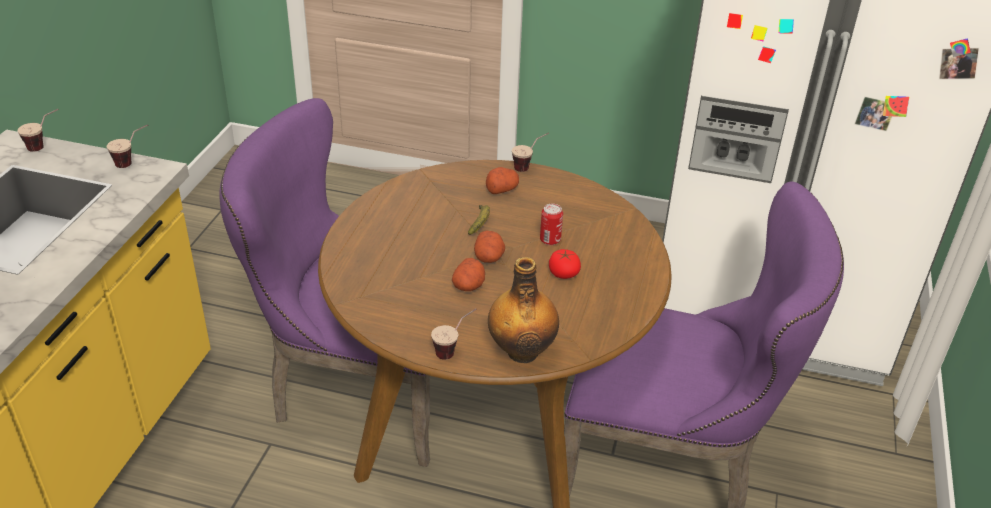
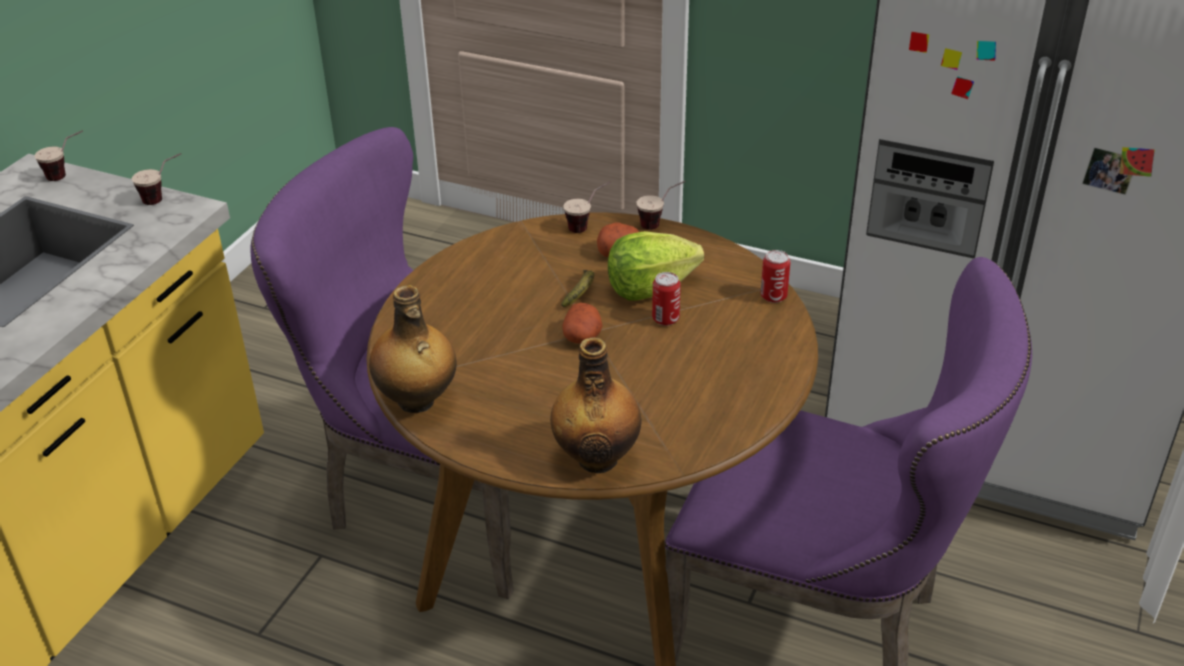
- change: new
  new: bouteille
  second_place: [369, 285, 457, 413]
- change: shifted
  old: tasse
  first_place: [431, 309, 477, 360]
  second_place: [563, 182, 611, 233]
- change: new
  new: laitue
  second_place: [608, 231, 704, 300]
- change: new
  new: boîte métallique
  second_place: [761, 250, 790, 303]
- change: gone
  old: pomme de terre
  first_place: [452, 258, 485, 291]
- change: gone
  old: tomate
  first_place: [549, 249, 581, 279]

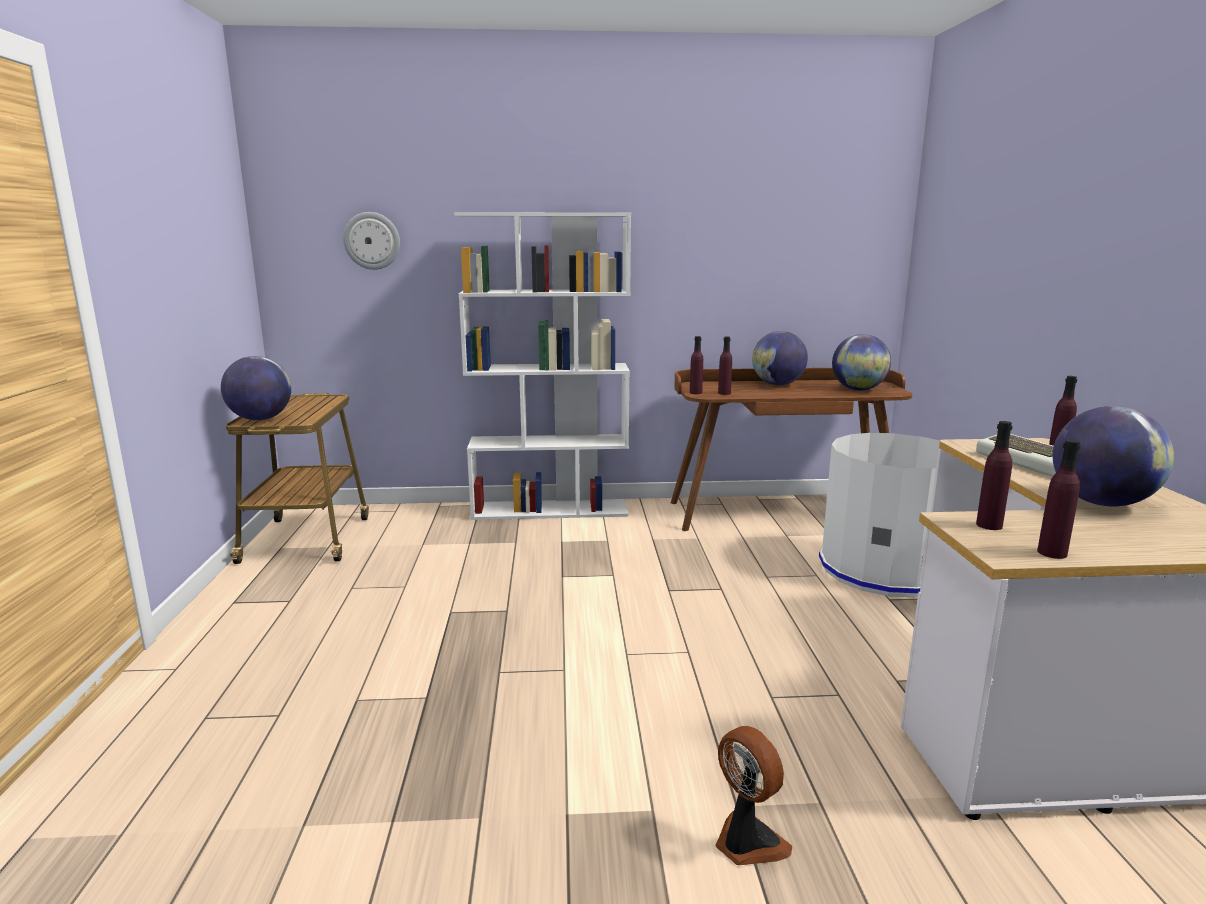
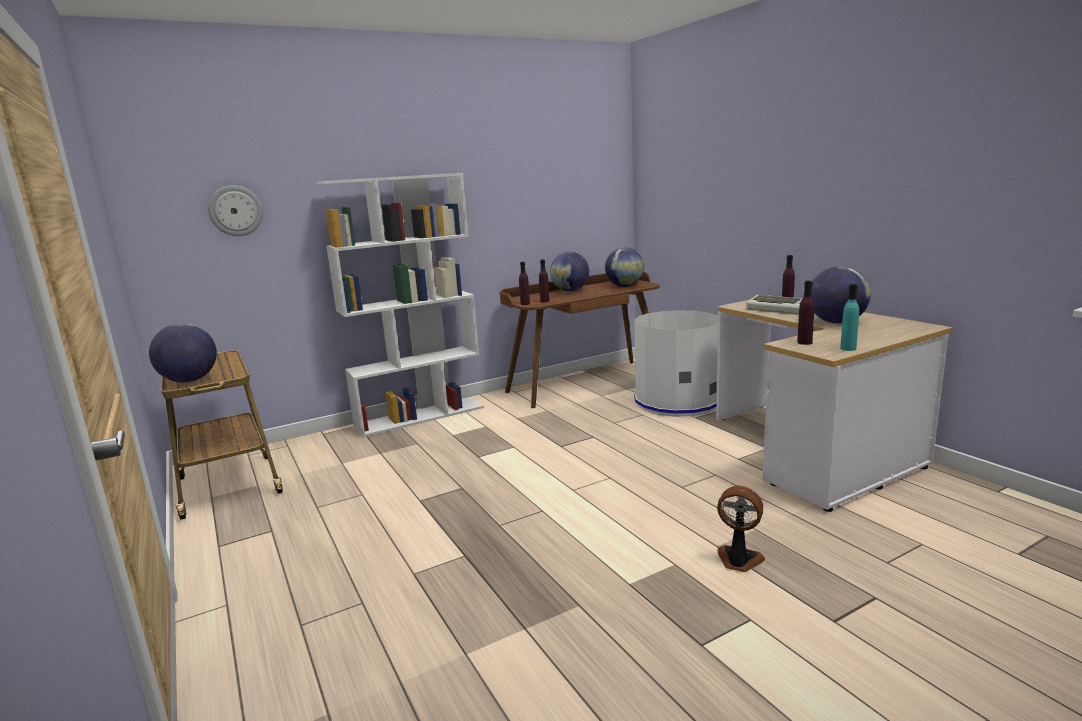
- change: repainted
  old: bouteille (violet)
  new: bouteille (turquoise)
  first_place: [1037, 439, 1081, 559]
  second_place: [840, 284, 859, 351]

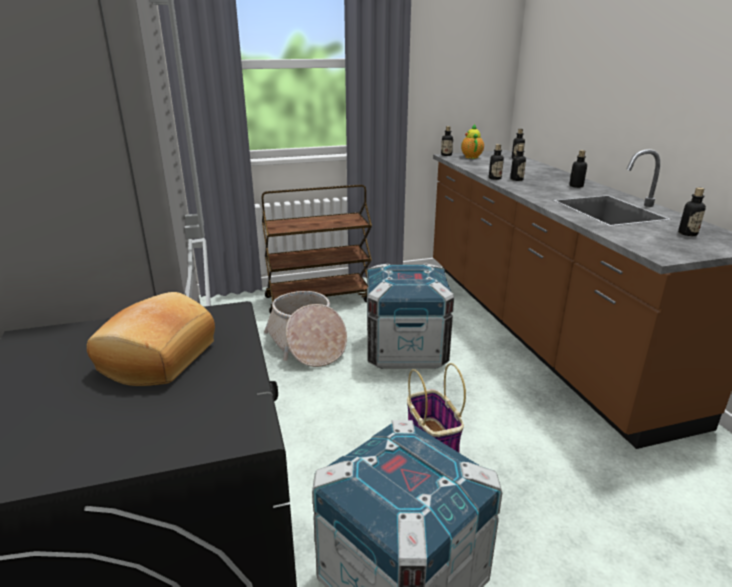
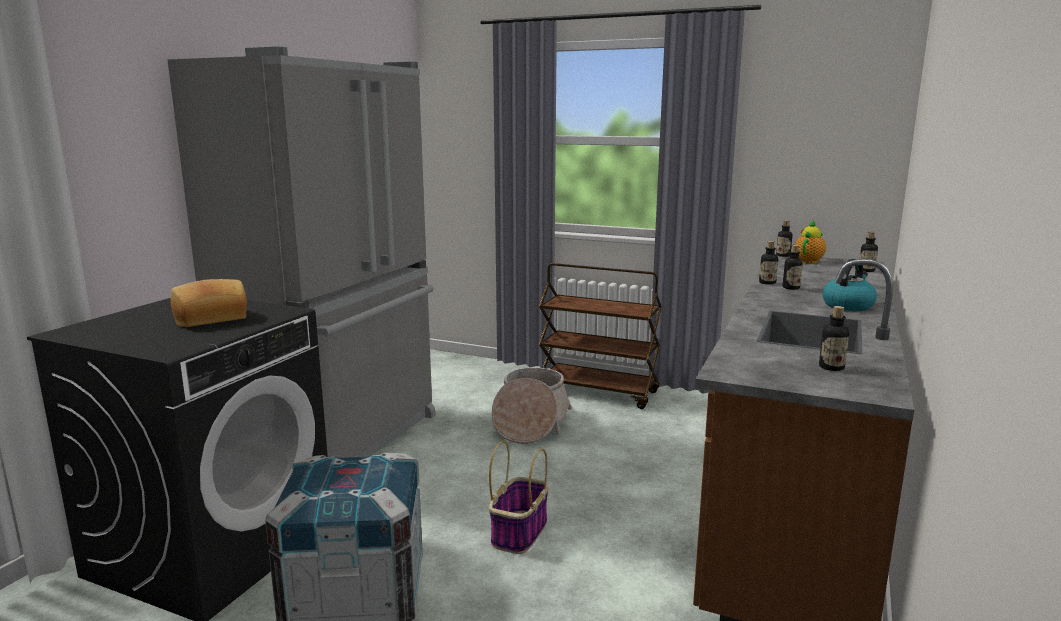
- change: swapped
  old: bouteille
  new: bouilloire
  first_place: [570, 150, 587, 188]
  second_place: [822, 259, 877, 311]
- change: gone
  old: caisse
  first_place: [367, 263, 454, 369]

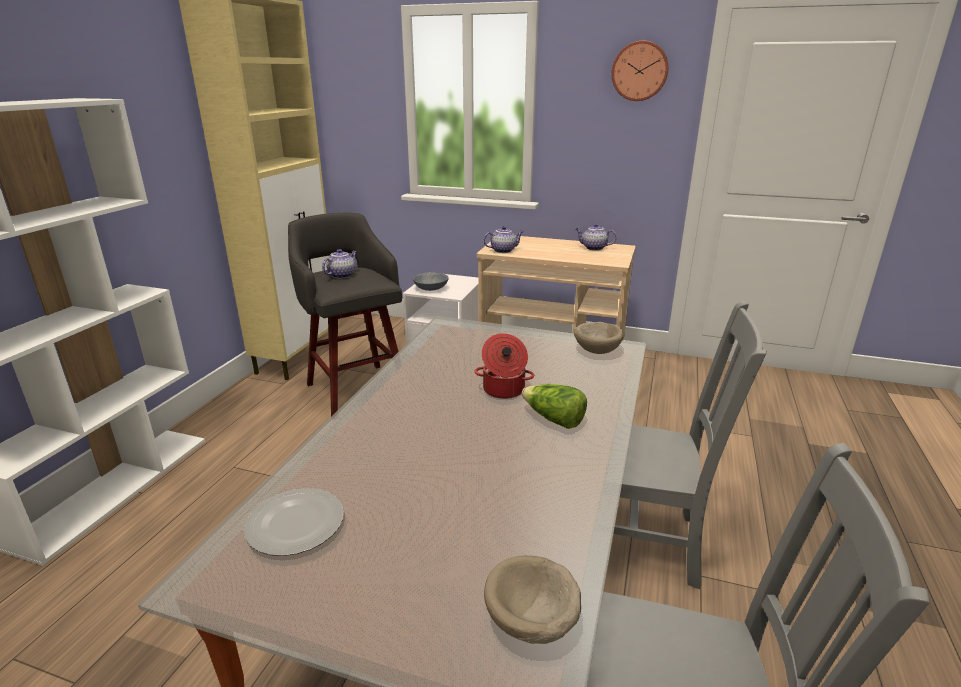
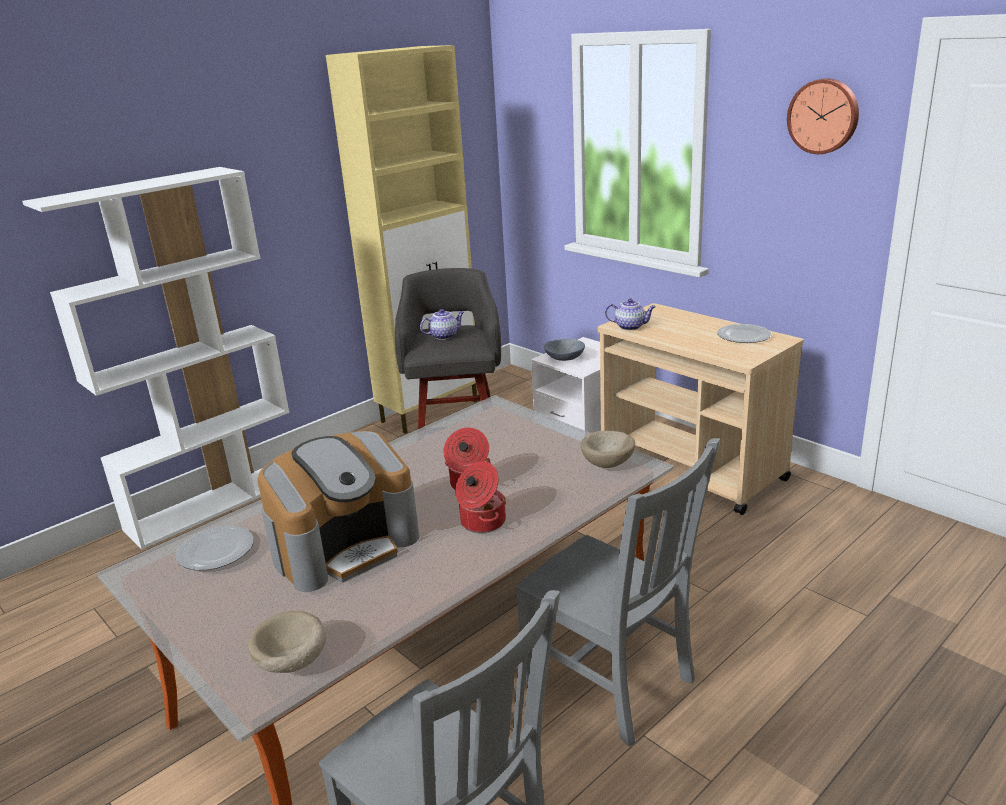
- change: new
  new: machine à café
  second_place: [258, 431, 419, 592]
- change: swapped
  old: laitue
  new: marmite
  first_place: [522, 384, 587, 429]
  second_place: [455, 461, 506, 533]
- change: swapped
  old: théière
  new: assiette
  first_place: [576, 224, 617, 251]
  second_place: [717, 324, 771, 343]

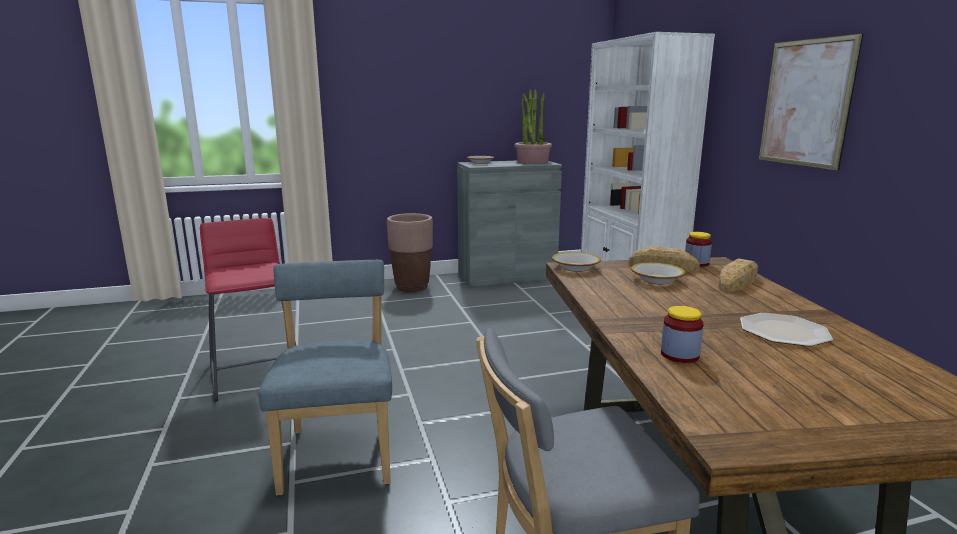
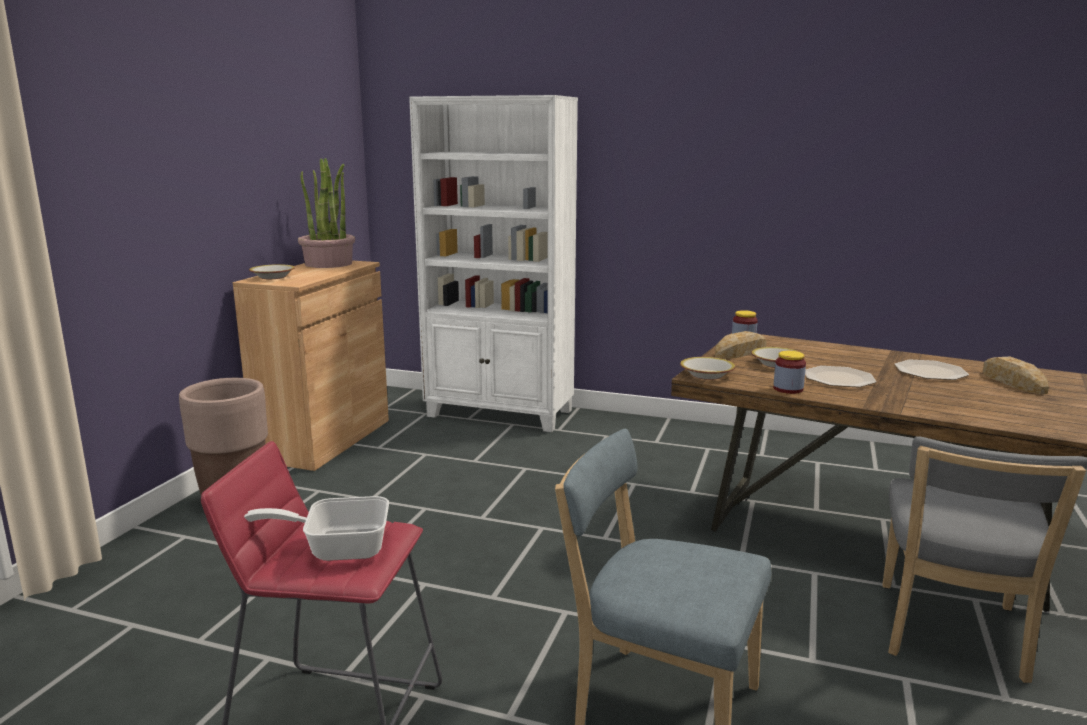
- change: repainted
  old: meuble de rangement (gris)
  new: meuble de rangement (marron)
  first_place: [457, 161, 562, 287]
  second_place: [233, 261, 389, 471]
- change: new
  new: poêle
  second_place: [244, 496, 389, 561]
- change: shifted
  old: bocal
  first_place: [661, 306, 704, 363]
  second_place: [773, 351, 806, 394]
- change: new
  new: assiette
  second_place: [805, 366, 877, 387]
- change: shifted
  old: pain
  first_place: [719, 258, 758, 292]
  second_place: [982, 357, 1049, 395]
- change: gone
  old: tableau
  first_place: [759, 33, 864, 171]

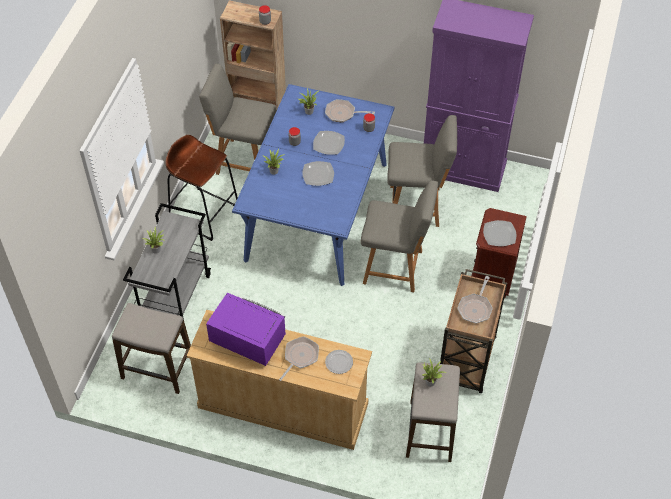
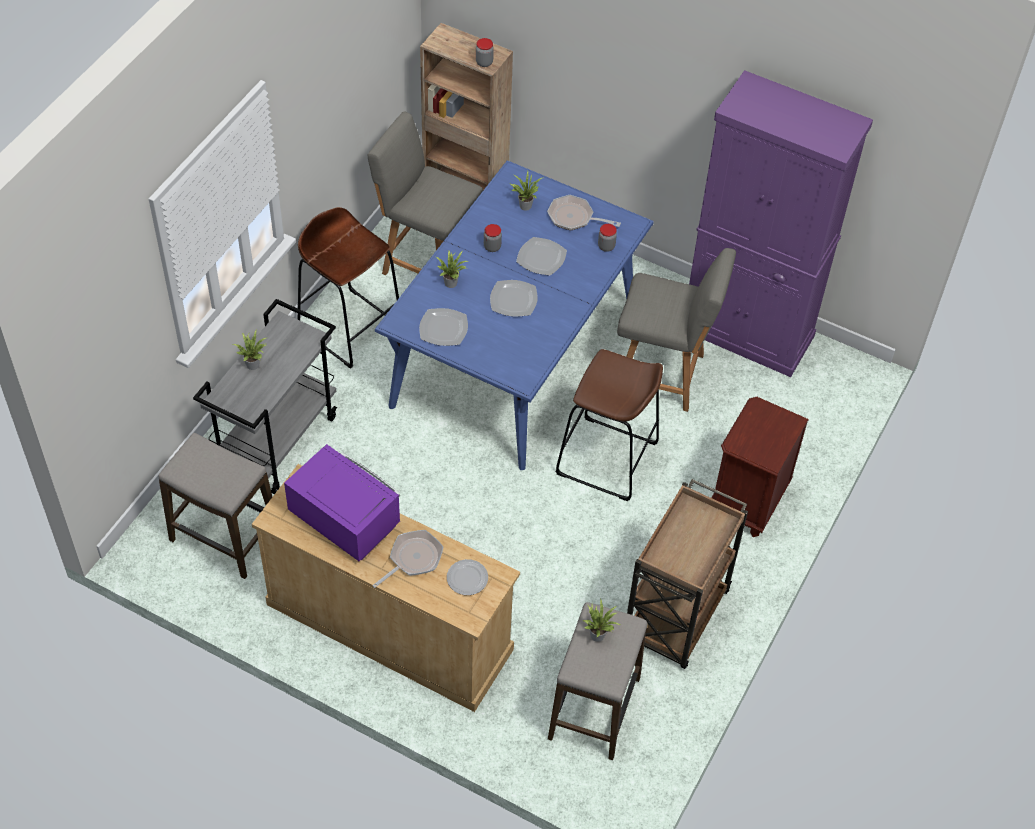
- change: shifted
  old: assiette
  first_place: [483, 220, 516, 246]
  second_place: [419, 308, 468, 346]
- change: swapped
  old: chaise (gris)
  new: tabouret (marron)
  first_place: [361, 181, 438, 292]
  second_place: [556, 349, 663, 501]
- change: gone
  old: poêle
  first_place: [457, 276, 493, 324]

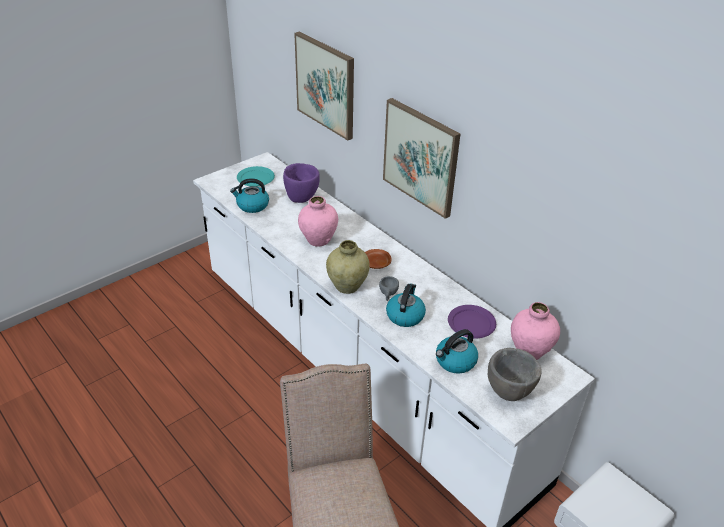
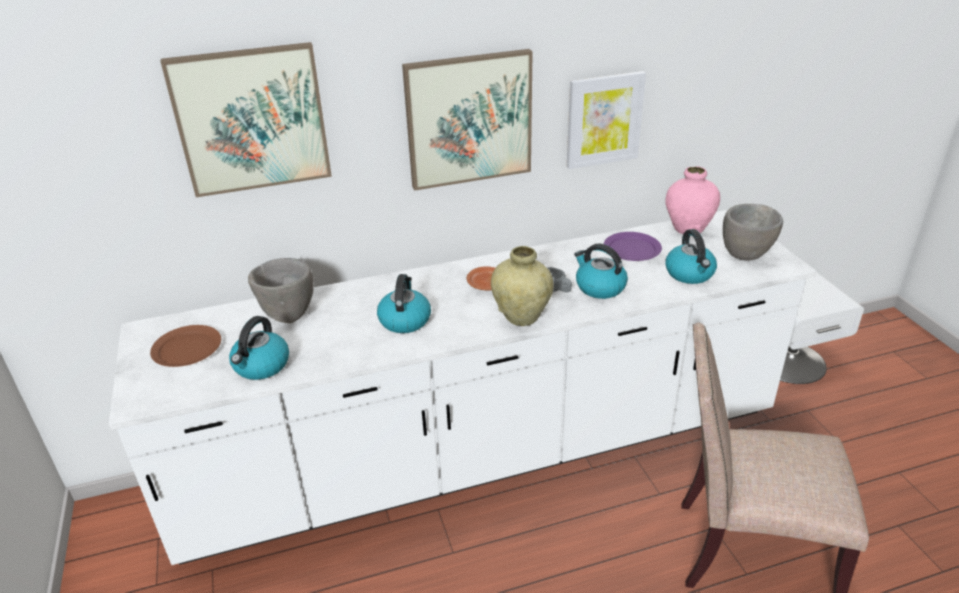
- change: repainted
  old: assiette (turquoise)
  new: assiette (marron)
  first_place: [237, 166, 275, 187]
  second_place: [150, 325, 221, 367]
- change: repainted
  old: bol (violet)
  new: bol (gris)
  first_place: [283, 163, 320, 203]
  second_place: [248, 258, 313, 323]
- change: swapped
  old: vase (rose)
  new: bouilloire
  first_place: [298, 196, 338, 247]
  second_place: [377, 274, 431, 333]
- change: new
  new: tableau
  second_place: [567, 71, 646, 169]

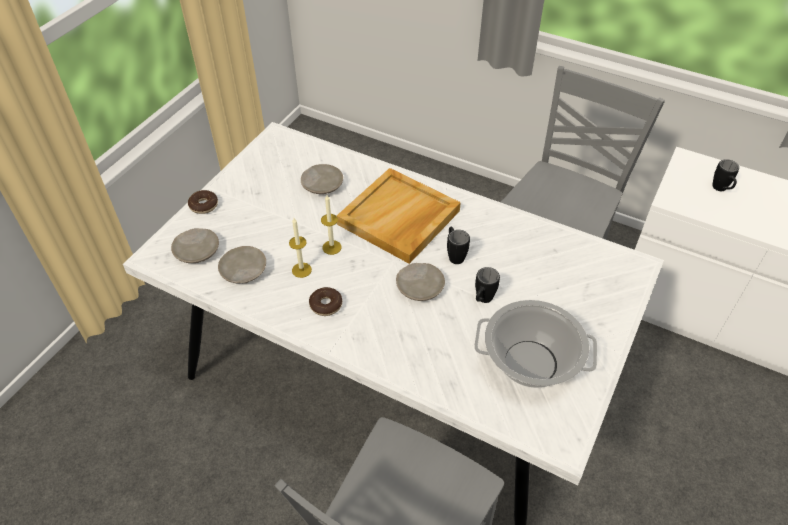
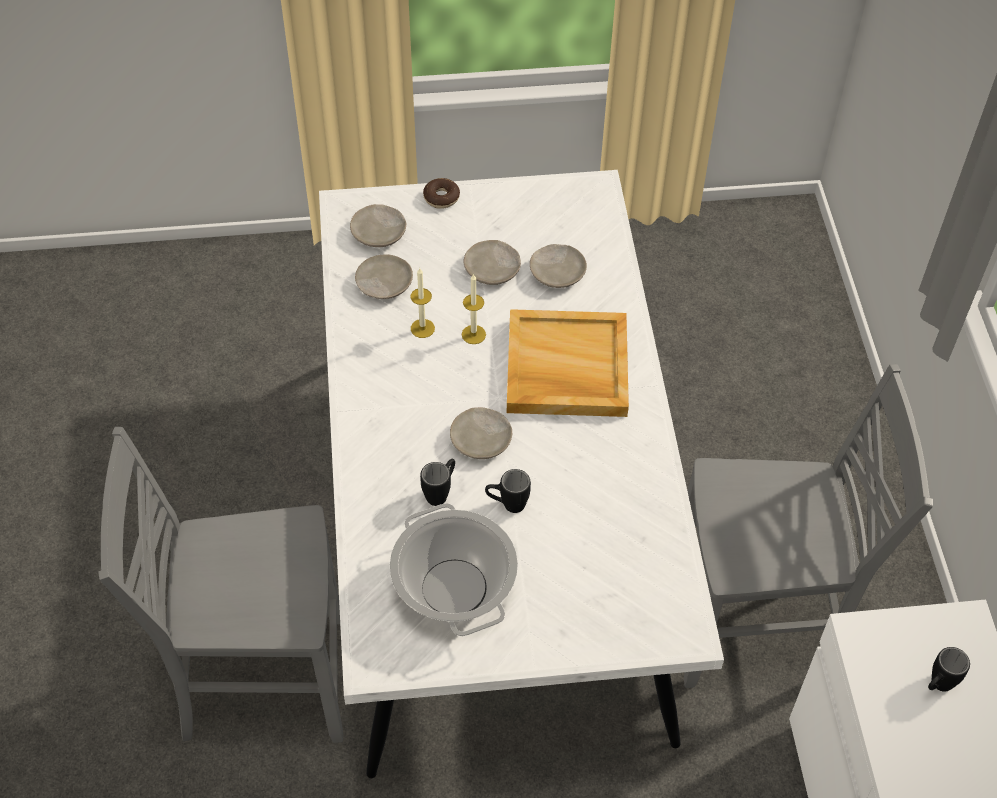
- change: shifted
  old: mug (noir)
  first_place: [447, 227, 470, 264]
  second_place: [420, 459, 455, 506]
- change: new
  new: assiette (beige)
  second_place: [464, 240, 521, 285]
- change: gone
  old: beignet
  first_place: [309, 287, 342, 316]

